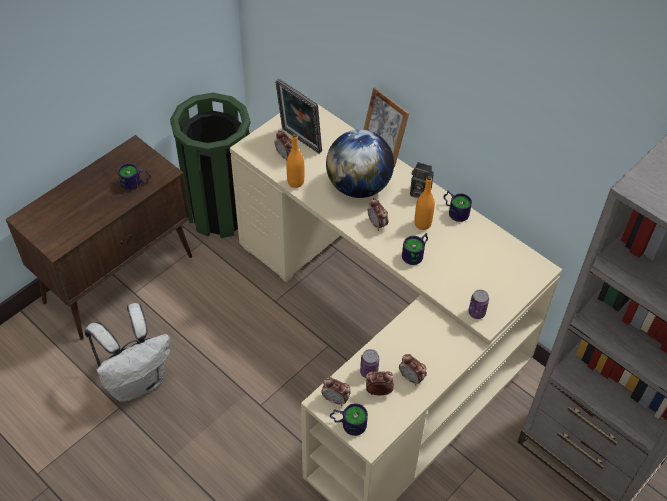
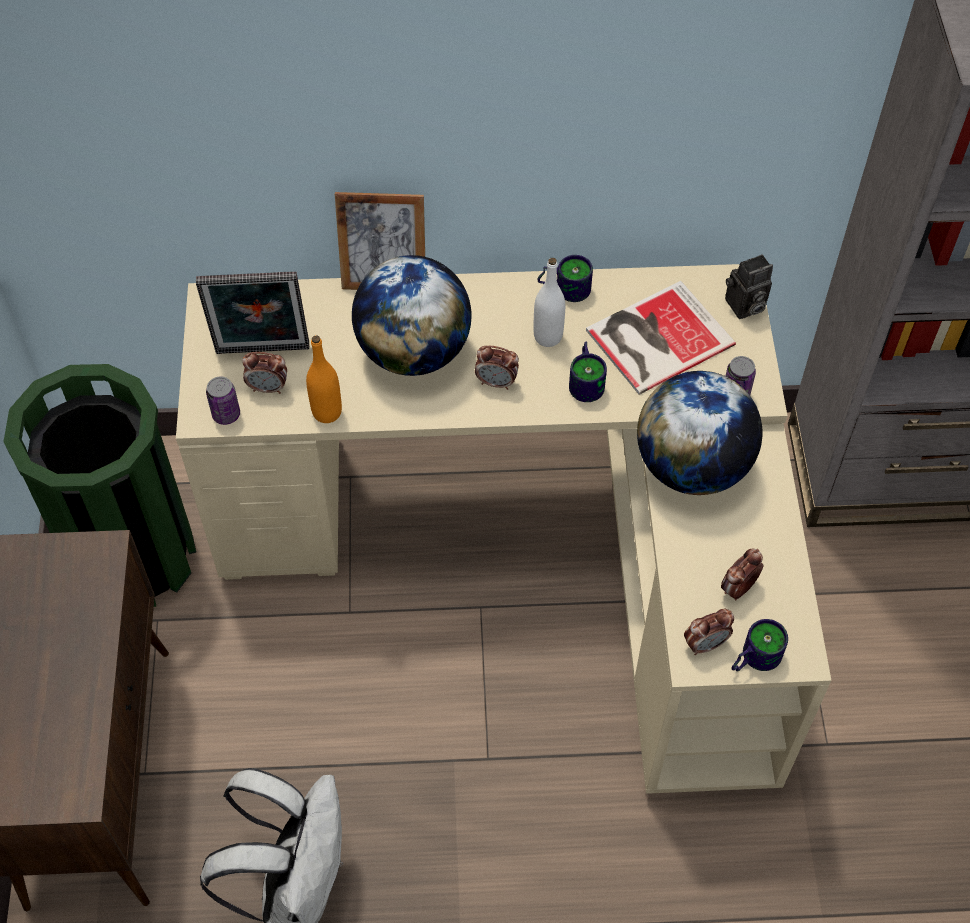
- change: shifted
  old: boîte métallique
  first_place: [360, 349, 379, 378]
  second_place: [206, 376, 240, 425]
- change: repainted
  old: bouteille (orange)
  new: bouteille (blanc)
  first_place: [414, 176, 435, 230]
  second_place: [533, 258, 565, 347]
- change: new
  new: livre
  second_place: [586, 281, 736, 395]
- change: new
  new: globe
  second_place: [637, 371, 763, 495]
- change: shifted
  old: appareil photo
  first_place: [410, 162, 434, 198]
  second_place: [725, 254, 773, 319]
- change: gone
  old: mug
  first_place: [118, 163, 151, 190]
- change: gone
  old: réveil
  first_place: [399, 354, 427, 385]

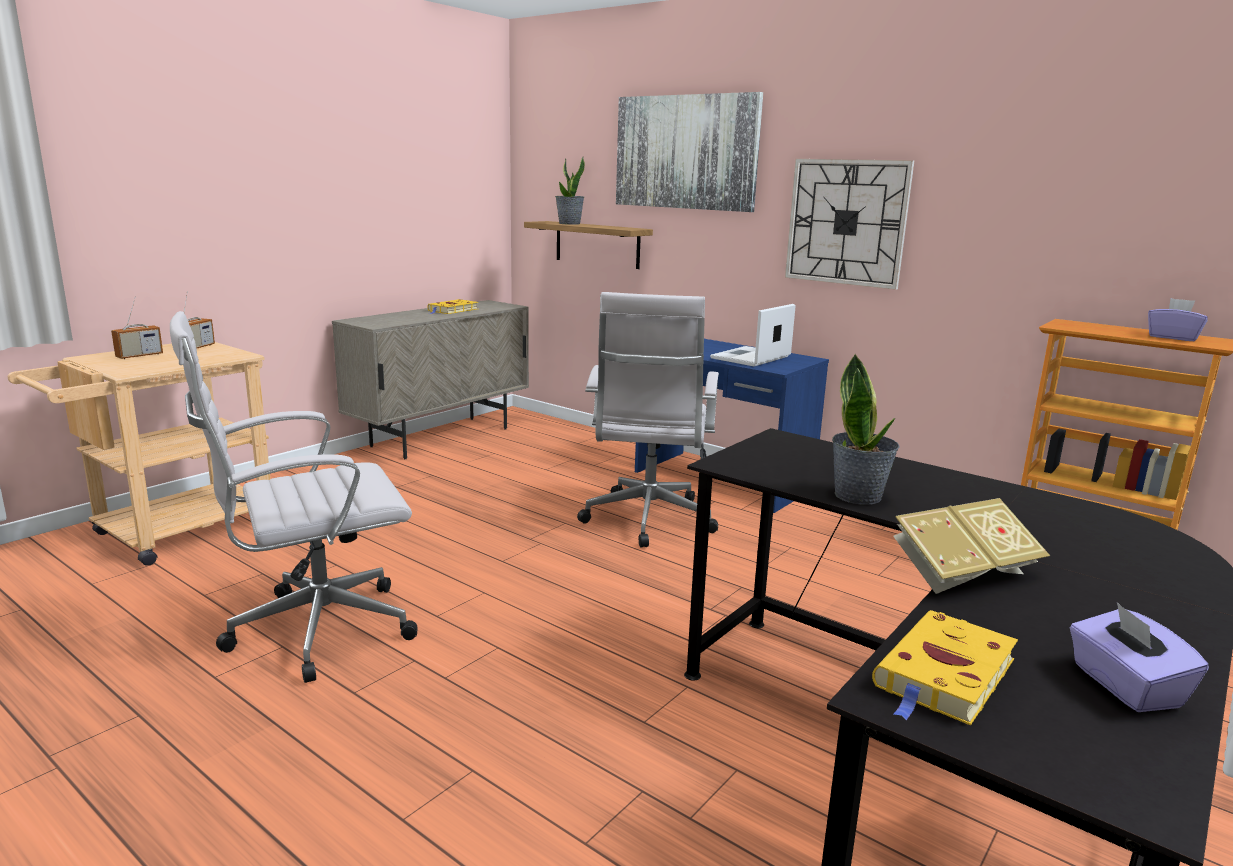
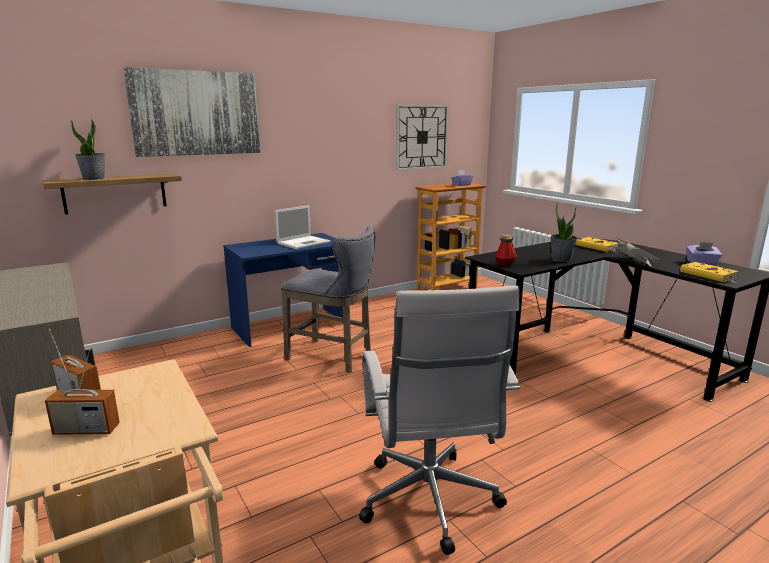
- change: rotated
  old: radio
  first_place: [111, 296, 163, 359]
  second_place: [45, 349, 120, 435]
  degrees: 120
- change: rotated
  old: ordinateur portable
  first_place: [710, 304, 796, 366]
  second_place: [274, 205, 330, 249]
  degrees: -105
- change: swapped
  old: chaise de bureau (blanc)
  new: tabouret (gris)
  first_place: [577, 292, 719, 547]
  second_place: [281, 226, 375, 373]
- change: shifted
  old: horloge murale
  first_place: [785, 159, 914, 290]
  second_place: [396, 104, 449, 171]
- change: new
  new: bouteille
  second_place: [495, 235, 517, 266]
- change: shifted
  old: livre (jaune)
  first_place: [427, 299, 478, 314]
  second_place: [576, 237, 618, 252]

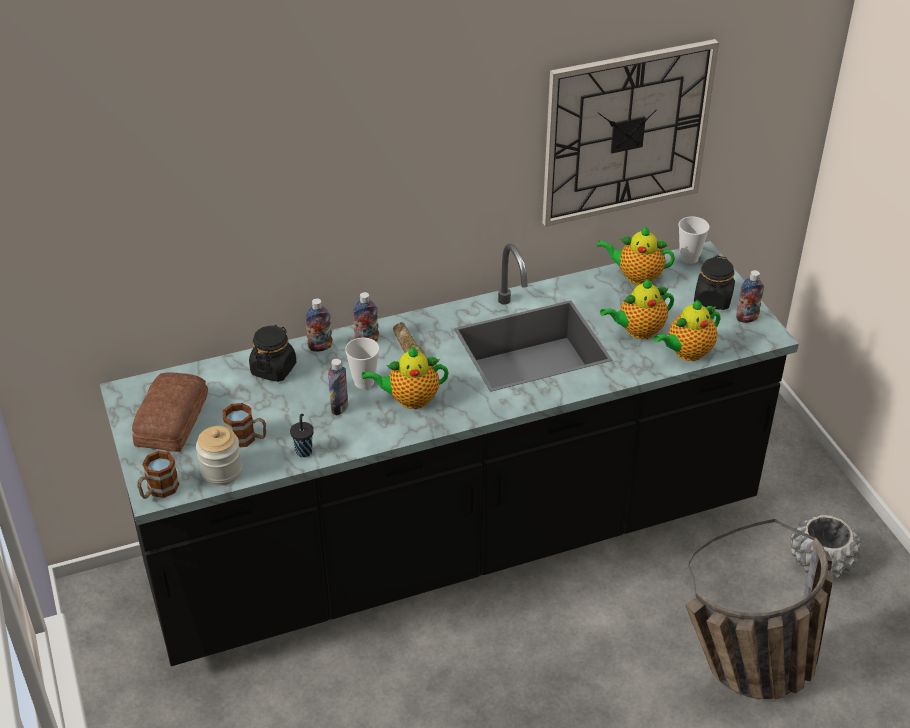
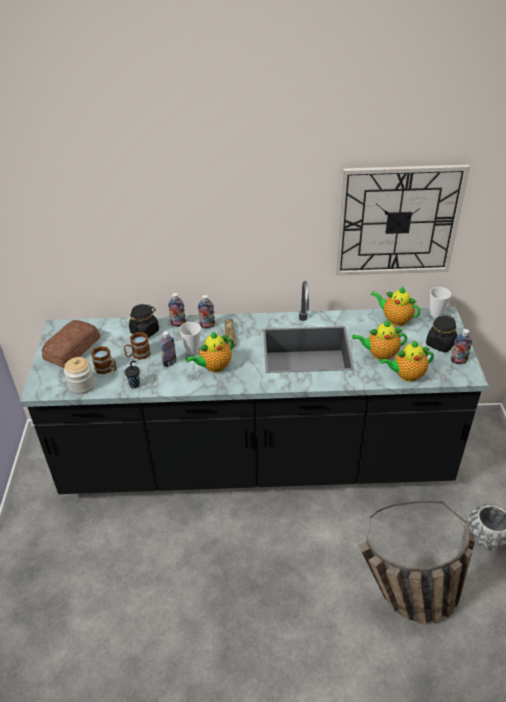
- change: shifted
  old: mug
  first_place: [137, 451, 179, 499]
  second_place: [124, 332, 151, 360]
- change: rotated
  old: théière
  first_place: [362, 346, 449, 409]
  second_place: [185, 332, 234, 372]
  degrees: -45

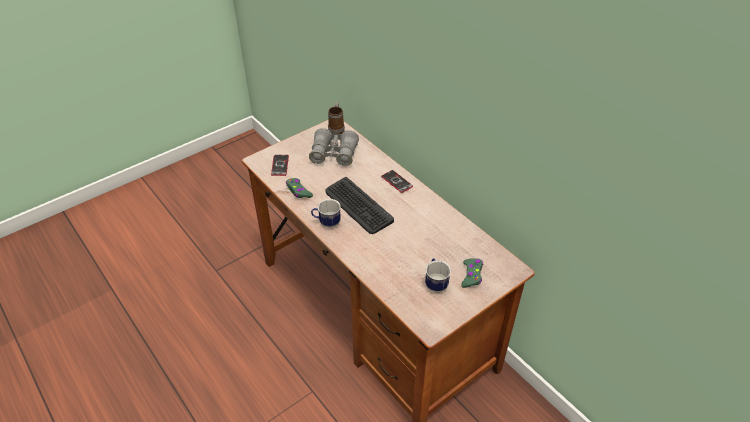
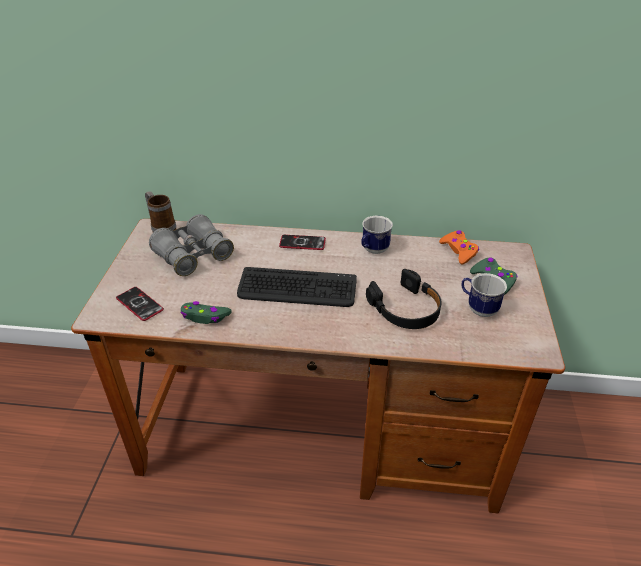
- change: shifted
  old: mug
  first_place: [311, 199, 341, 228]
  second_place: [361, 216, 393, 254]
- change: new
  new: casque audio (noir)
  second_place: [366, 269, 442, 329]
- change: new
  new: manette (orange)
  second_place: [439, 230, 479, 264]

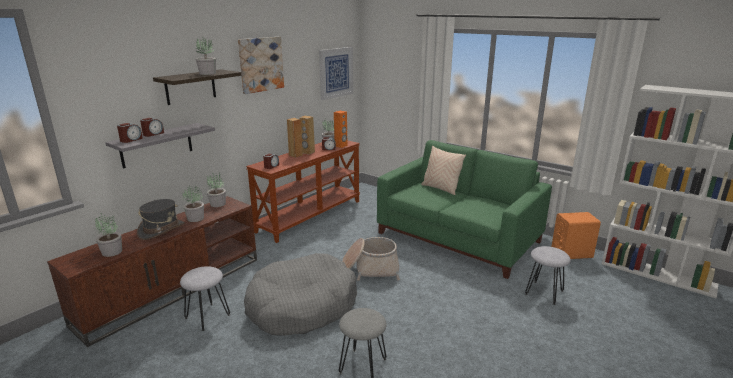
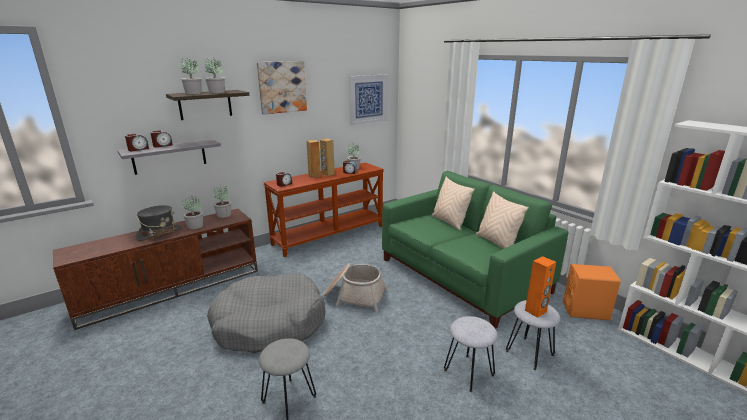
- change: shifted
  old: plante en pot
  first_place: [95, 213, 122, 257]
  second_place: [181, 58, 202, 94]
- change: shifted
  old: tabouret (gris)
  first_place: [180, 266, 230, 331]
  second_place: [444, 316, 498, 392]
- change: new
  new: coussin (beige)
  second_place: [476, 191, 529, 249]
- change: shifted
  old: enceinte (orange)
  first_place: [334, 111, 348, 148]
  second_place: [525, 256, 556, 318]

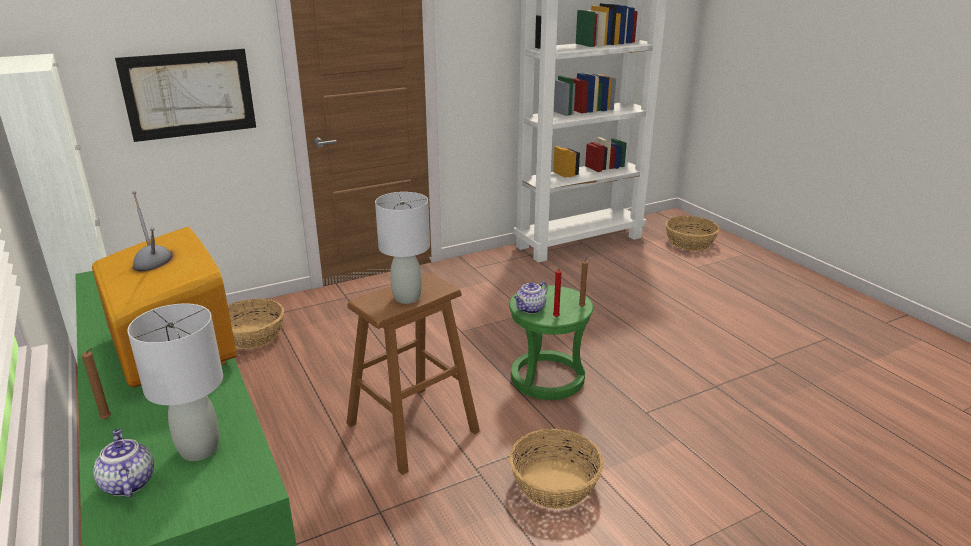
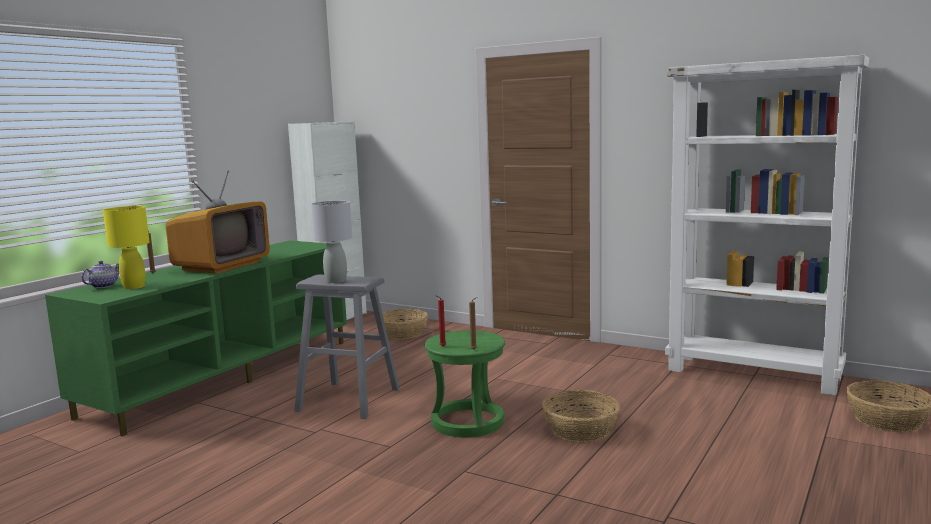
- change: repainted
  old: lampe de table (gris)
  new: lampe de table (jaune)
  first_place: [127, 303, 223, 461]
  second_place: [103, 206, 150, 289]
- change: repainted
  old: tabouret (marron)
  new: tabouret (gris)
  first_place: [346, 273, 480, 475]
  second_place: [294, 275, 400, 419]
- change: shifted
  old: panier
  first_place: [509, 429, 603, 509]
  second_place: [542, 390, 620, 442]
- change: gone
  old: tableau
  first_place: [115, 49, 256, 142]
- change: gone
  old: théière
  first_place: [514, 281, 548, 314]

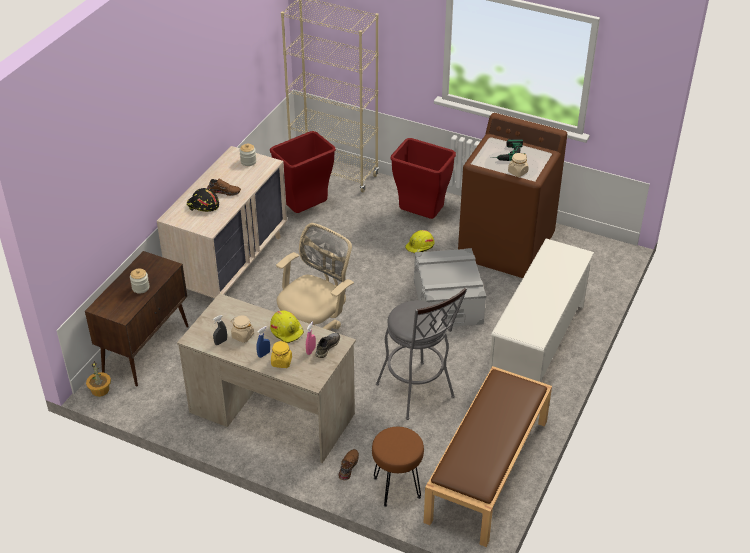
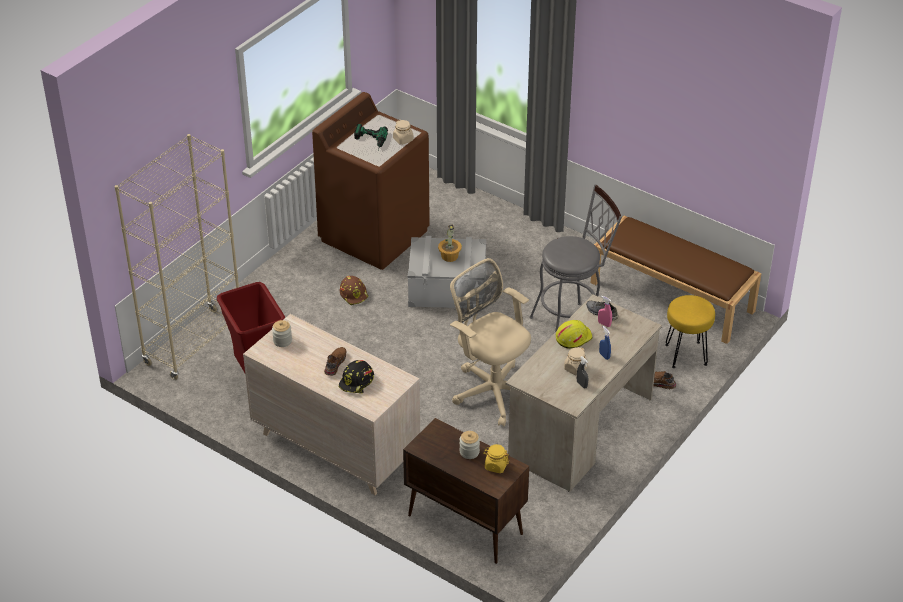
- change: repainted
  old: casque de chantier (jaune)
  new: casque de chantier (marron)
  first_place: [405, 230, 435, 253]
  second_place: [340, 276, 368, 305]
- change: shifted
  old: plante en pot
  first_place: [86, 361, 111, 397]
  second_place: [438, 224, 462, 262]
- change: shifted
  old: bocal (jaune)
  first_place: [271, 341, 292, 368]
  second_place: [483, 444, 509, 473]
- change: repainted
  old: tabouret (marron)
  new: tabouret (jaune)
  first_place: [372, 427, 424, 507]
  second_place: [665, 295, 715, 368]
- change: gone
  old: poubelle (rouge)
  first_place: [390, 138, 456, 219]
- change: gone
  old: étagère à chaussures (blanc)
  first_place: [488, 238, 594, 382]

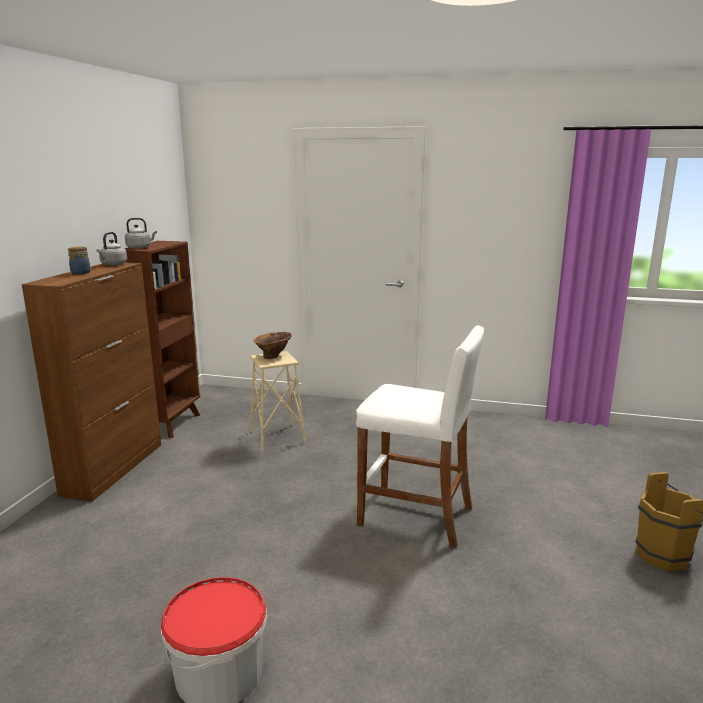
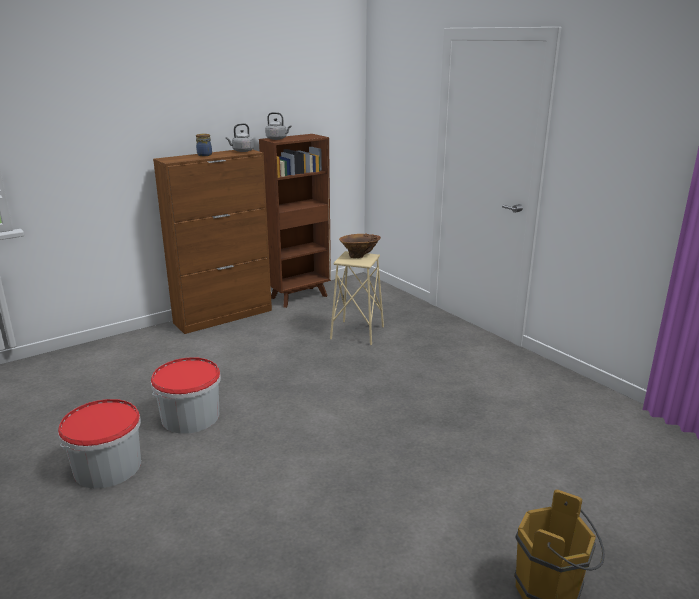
- change: new
  new: seau
  second_place: [151, 357, 221, 434]
- change: gone
  old: tabouret (blanc)
  first_place: [356, 325, 484, 548]

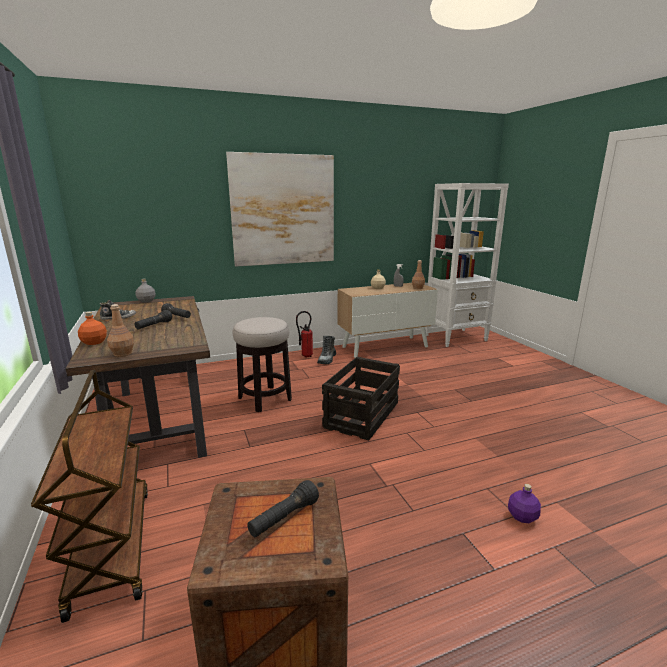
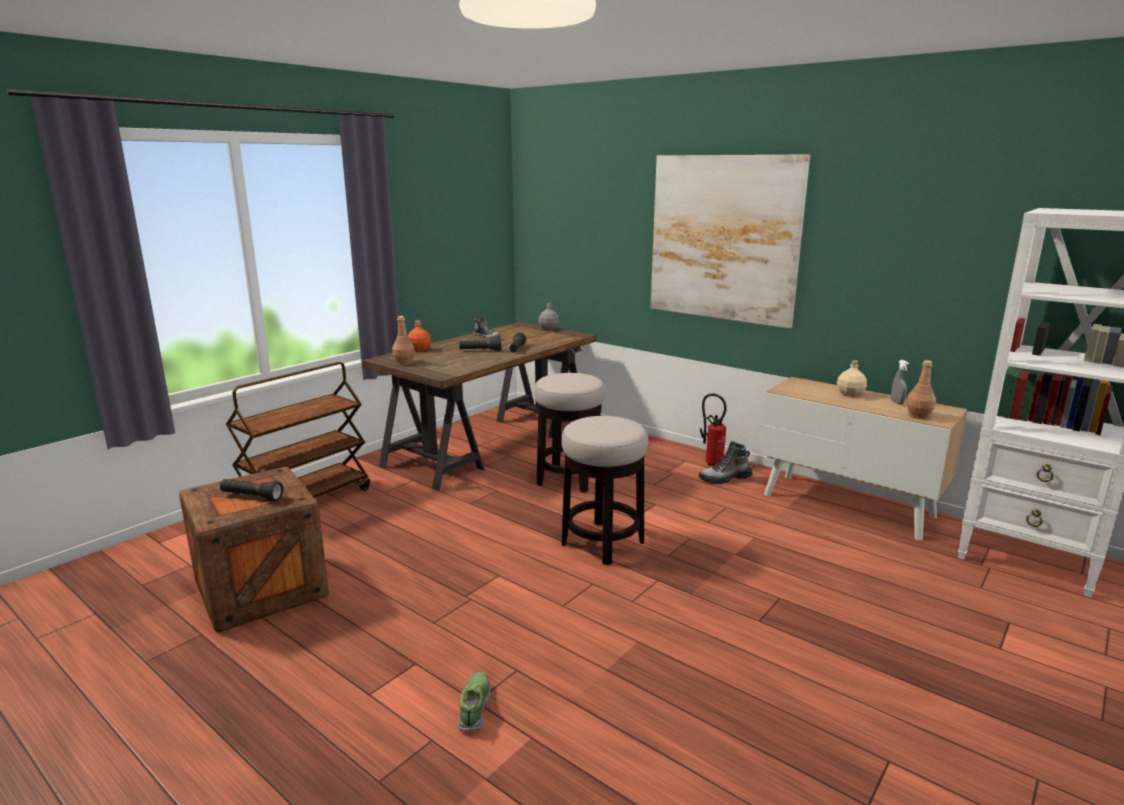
- change: swapped
  old: bouteille (violet)
  new: chaussure
  first_place: [508, 484, 541, 523]
  second_place: [458, 672, 491, 731]
- change: swapped
  old: caisse
  new: tabouret
  first_place: [322, 356, 400, 441]
  second_place: [561, 416, 648, 565]

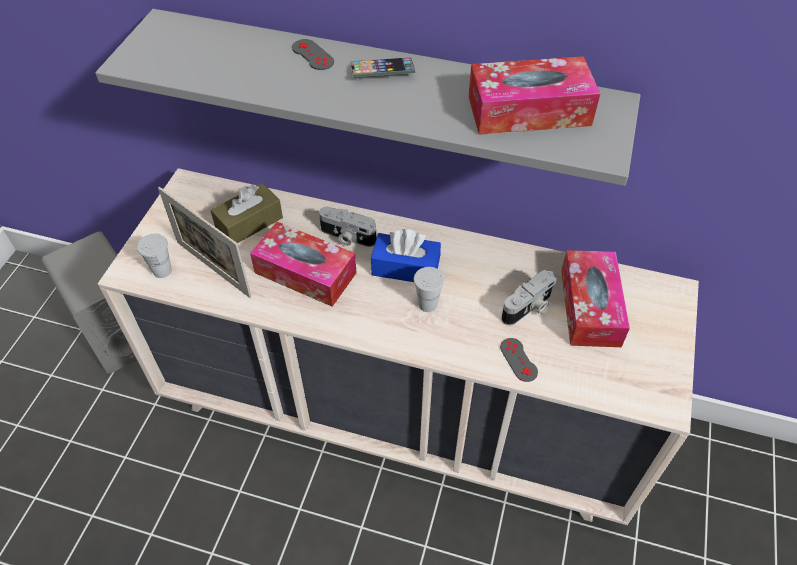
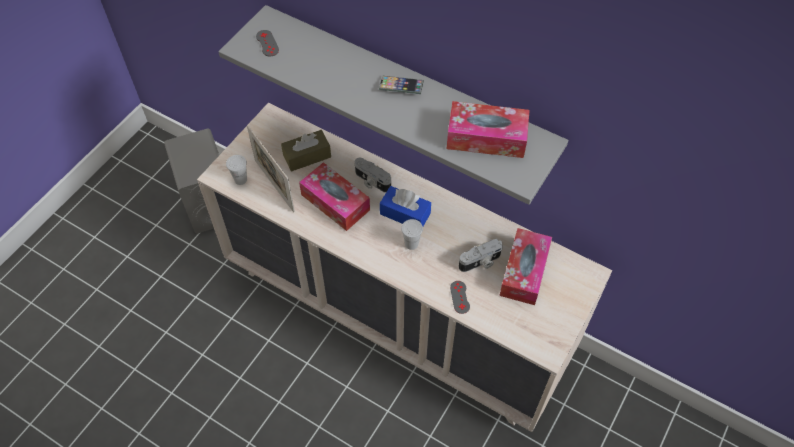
- change: shifted
  old: manette (gris)
  first_place: [292, 39, 334, 70]
  second_place: [256, 30, 279, 56]

